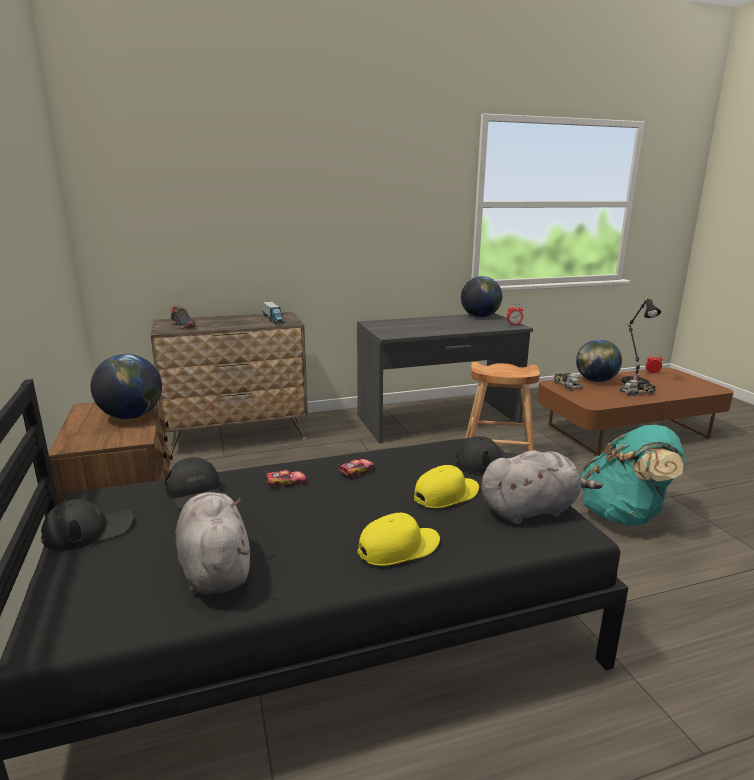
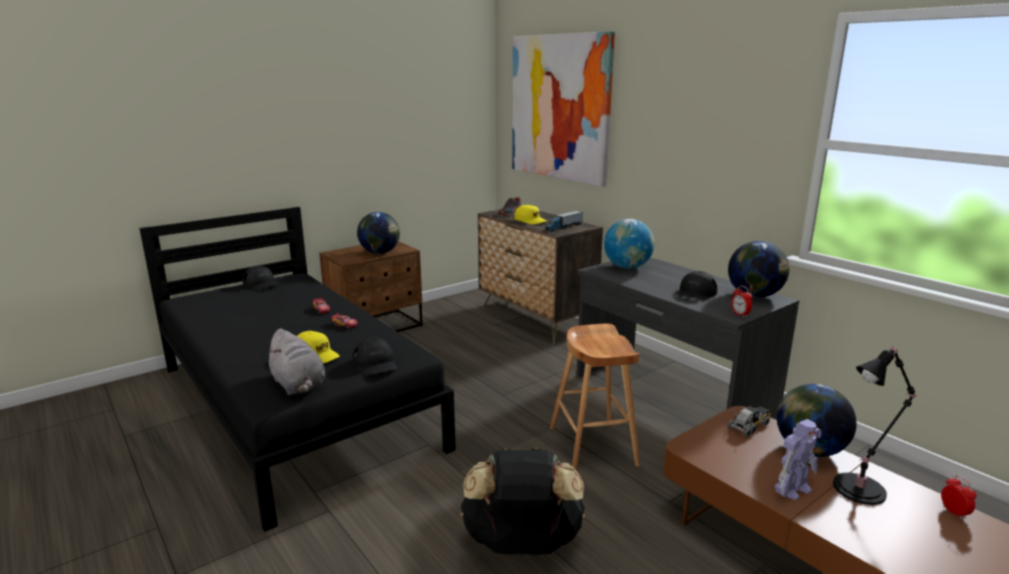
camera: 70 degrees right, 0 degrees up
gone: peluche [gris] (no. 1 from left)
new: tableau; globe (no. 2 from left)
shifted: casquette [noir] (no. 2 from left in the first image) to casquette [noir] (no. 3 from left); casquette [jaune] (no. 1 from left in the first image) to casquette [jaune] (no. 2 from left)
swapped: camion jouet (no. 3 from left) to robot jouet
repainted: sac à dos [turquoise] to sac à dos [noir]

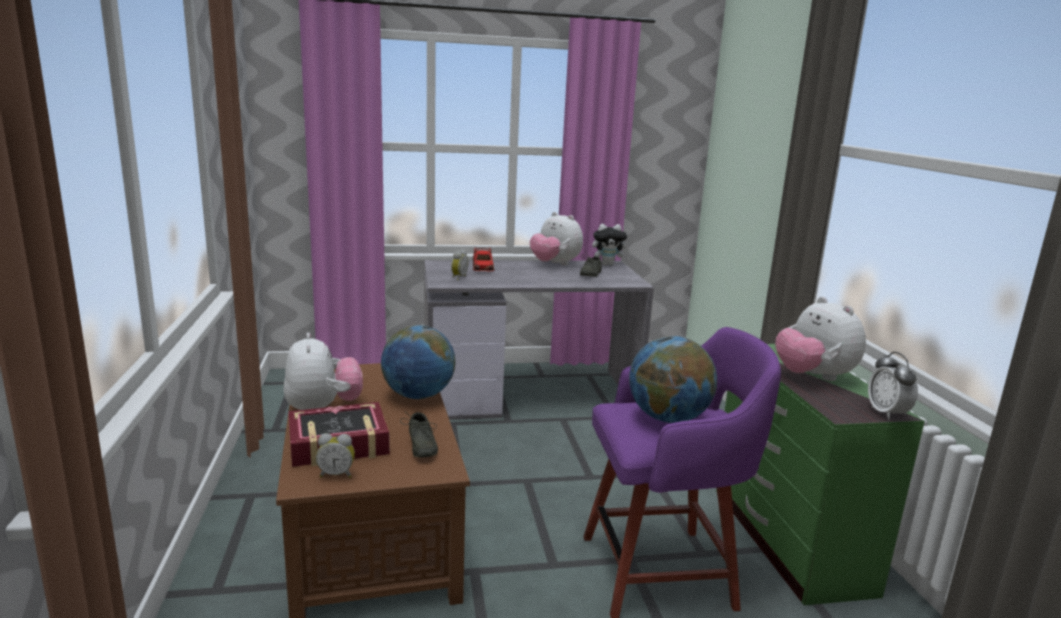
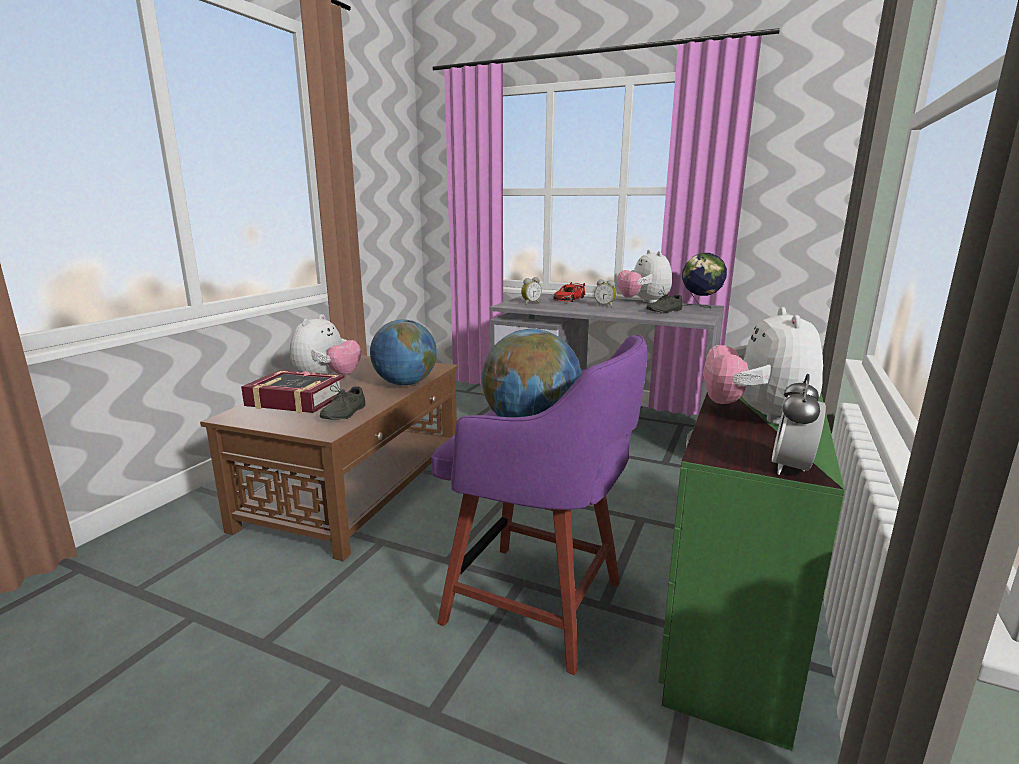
camera: 35 degrees right, 0 degrees up
shifted: réveil (no. 1 from left in the first image) to réveil (no. 2 from left)
swapped: peluche (no. 3 from left) to globe (no. 3 from left)

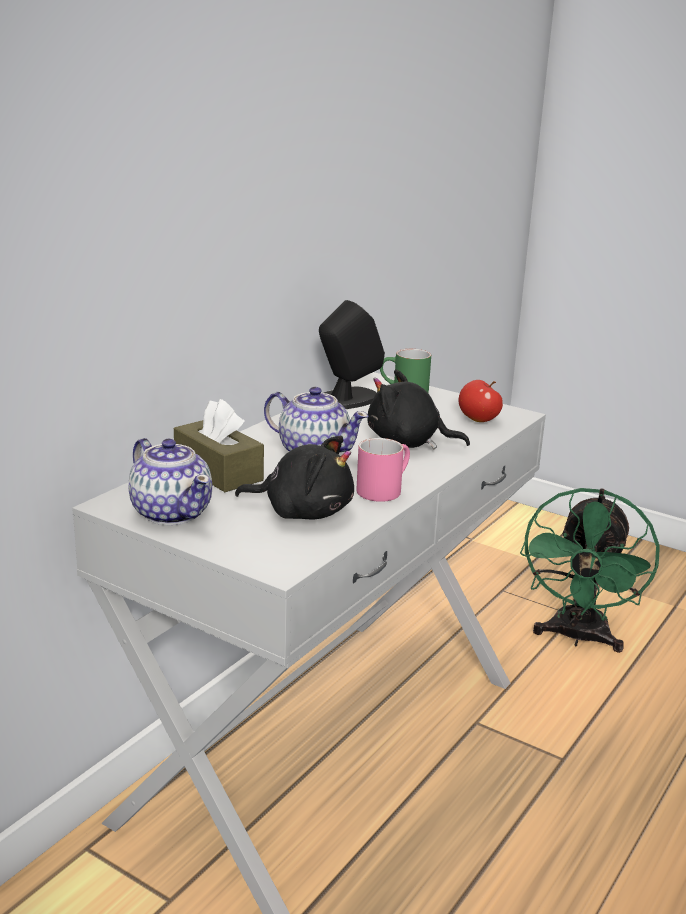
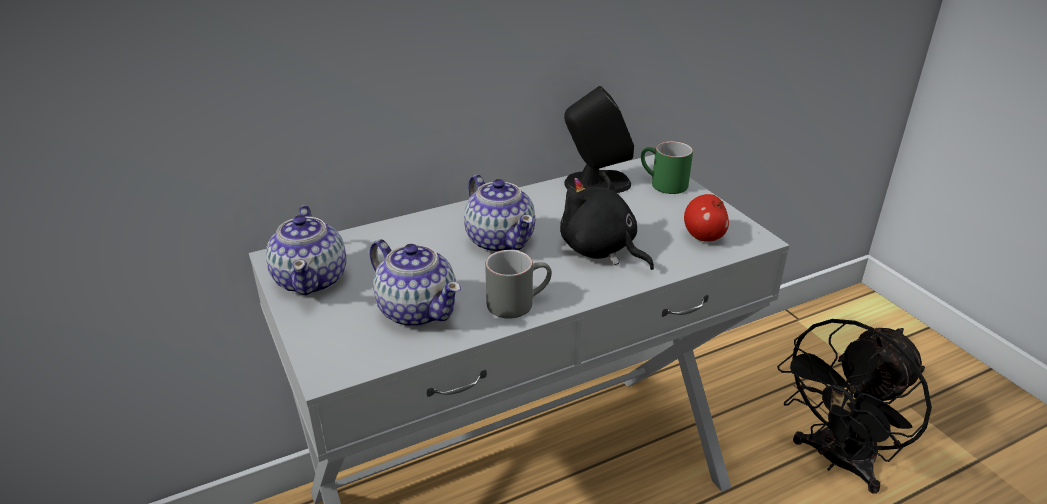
camera: 30 degrees right, 10 degrees up
gone: boîte à mouchoirs [marron]
swapped: peluche [noir] (no. 1 from left) to théière (no. 2 from left)
repainted: mug [rose] to mug [gris]; ventilateur [vert] to ventilateur [noir]

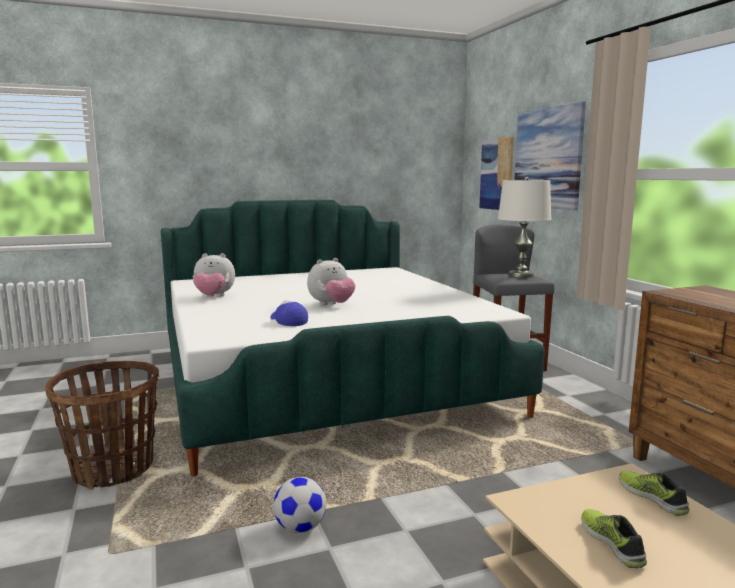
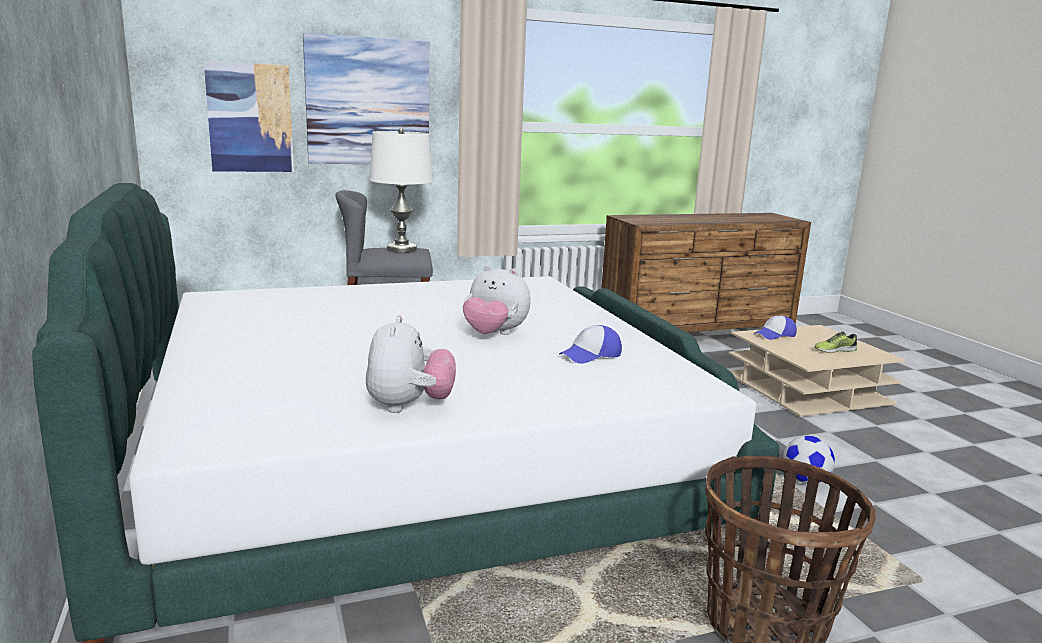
camera: 90 degrees left, 5 degrees up
swapped: chaussure (no. 2 from left) to casquette (no. 2 from left)
rotated: peluche (no. 2 from left) 150 degrees clockwise

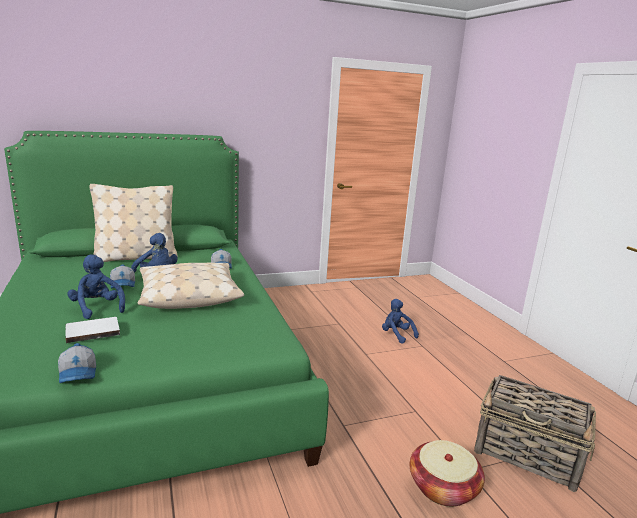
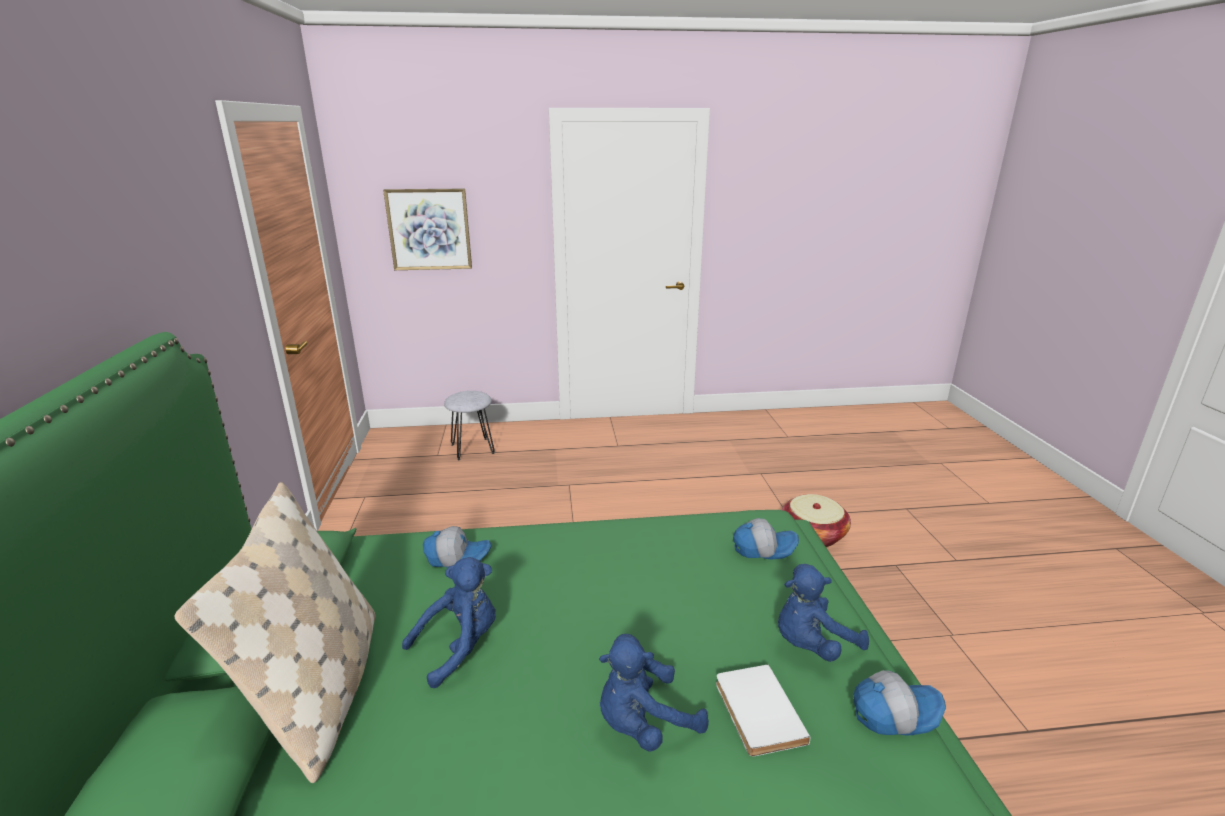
camera: 75 degrees left, 5 degrees up
gone: coussin [beige] (no. 2 from left); panier (no. 2 from left)
new: tableau; tabouret [gris]
shifted: casquette (no. 2 from left); peluche [bleu] (no. 3 from left)

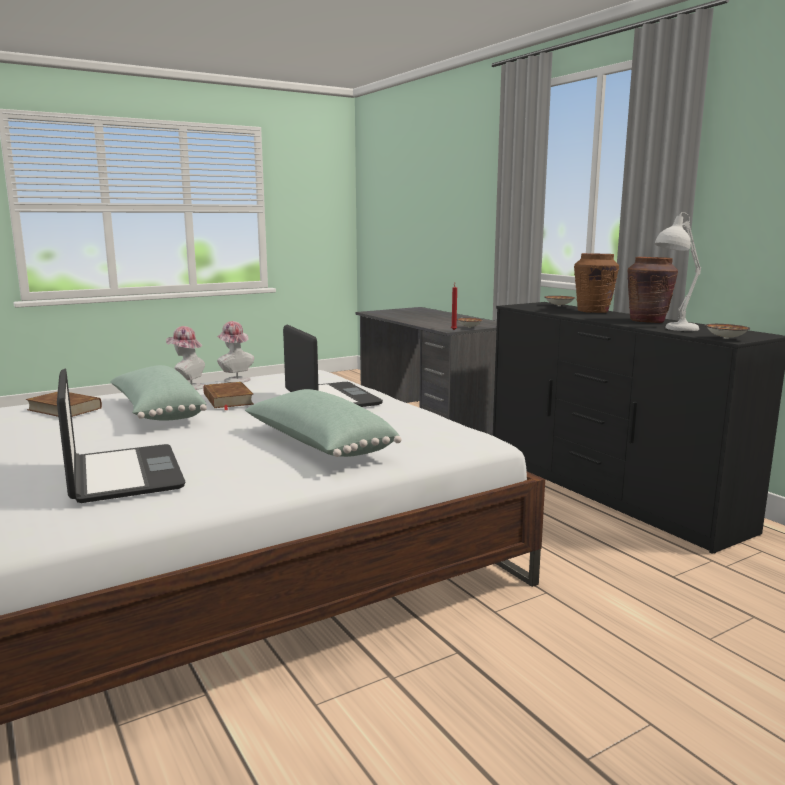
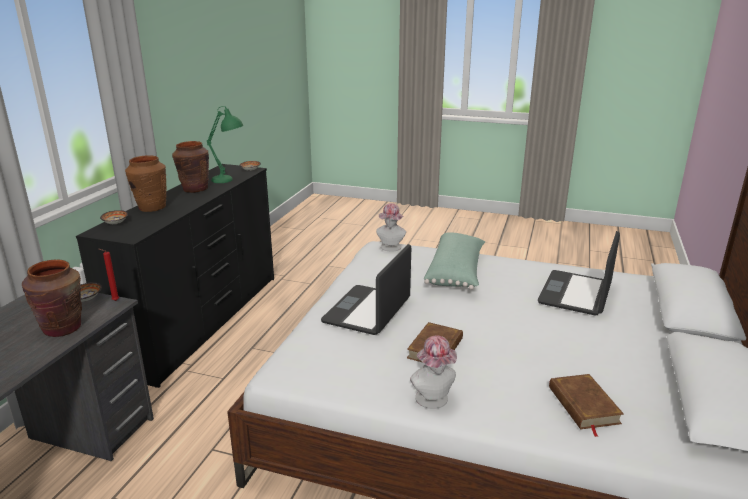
camera: 130 degrees left, 10 degrees up
gone: coussin [vert] (no. 1 from left)
new: vase [marron] (no. 1 from left)
shifted: chapeau (no. 2 from left in the first image) to chapeau (no. 1 from left)
repainted: lampe de table [blanc] to lampe de table [vert]

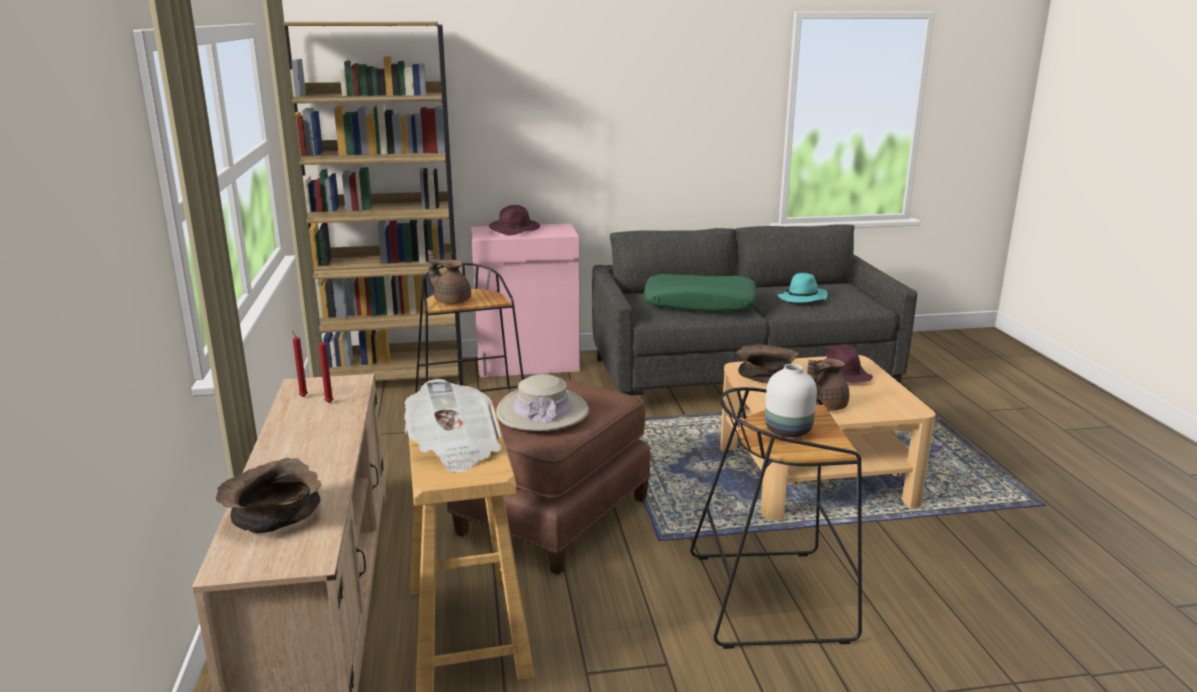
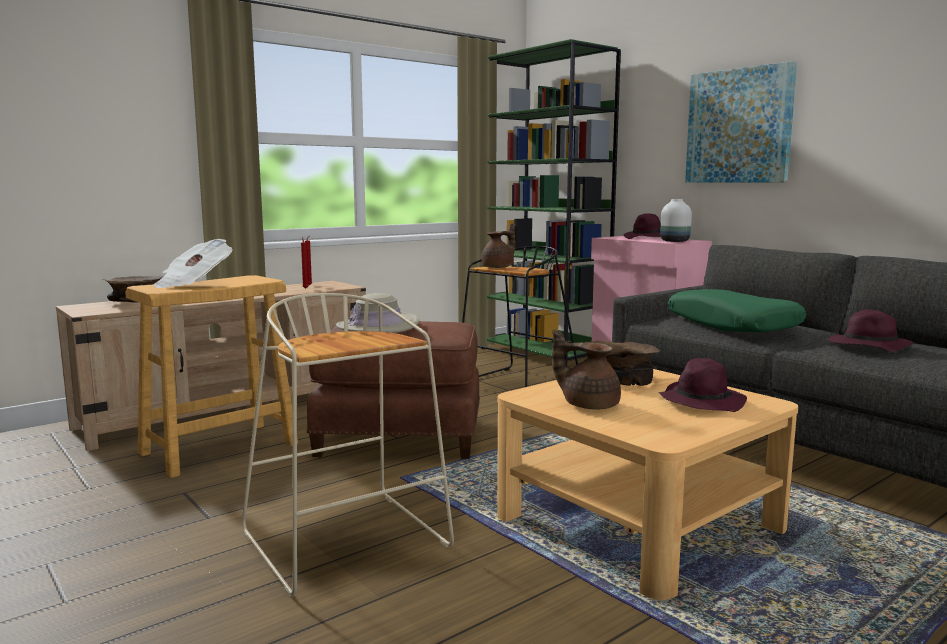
camera: 60 degrees right, 10 degrees down
new: tableau
shifted: vase [blanc]
repainted: bibliothèque [marron] to bibliothèque [vert]; chapeau [turquoise] to chapeau [violet] (no. 3 from left); tabouret [noir] (no. 2 from left) to tabouret [beige] (no. 2 from left)
rotated: théière [marron] (no. 1 from left) 45 degrees clockwise

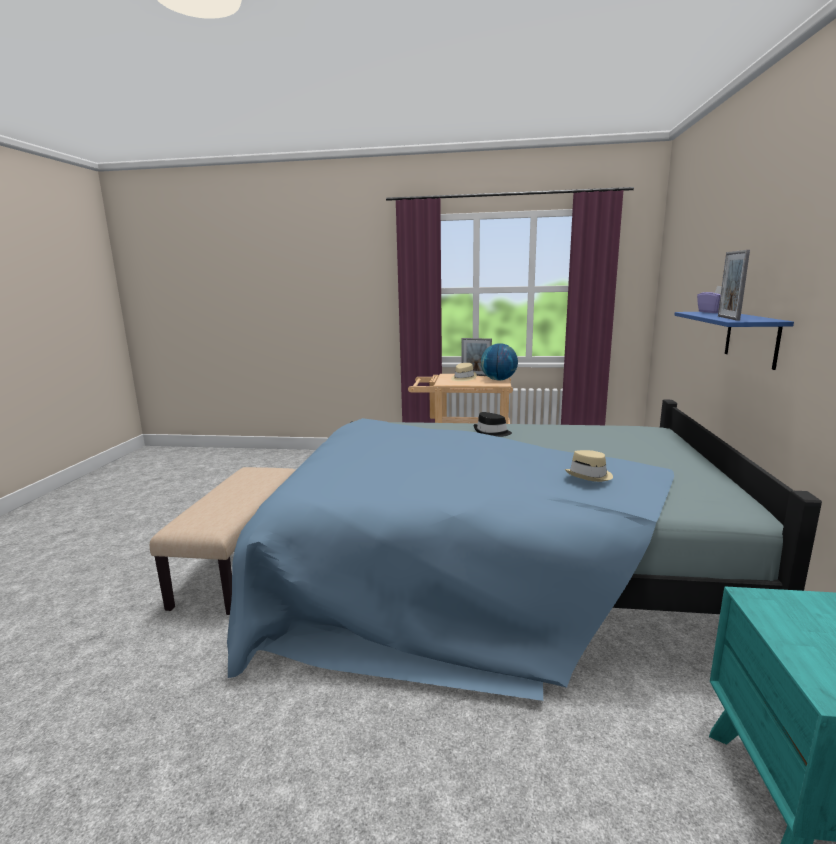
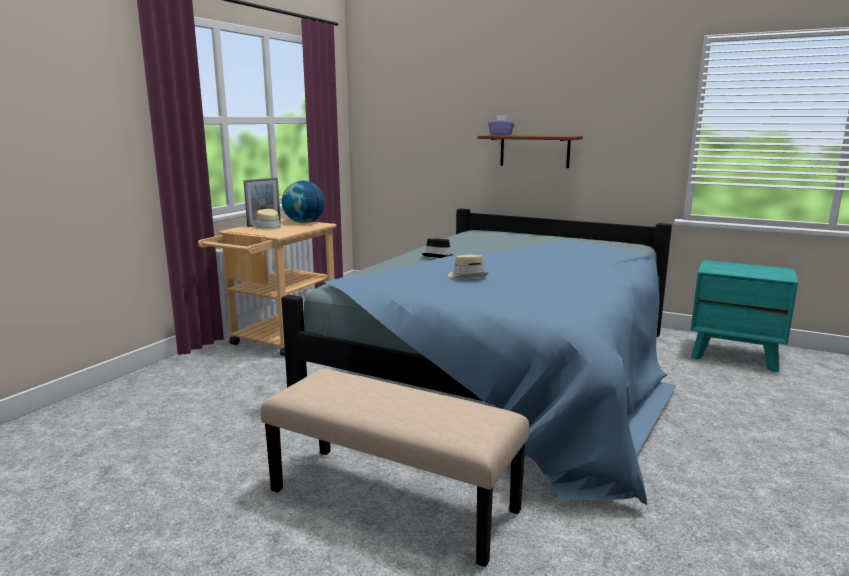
camera: 70 degrees left, 0 degrees up
gone: cadre photo (no. 2 from left)
shifted: chapeau [beige] (no. 2 from left)
repainted: étagère [bleu] to étagère [marron]

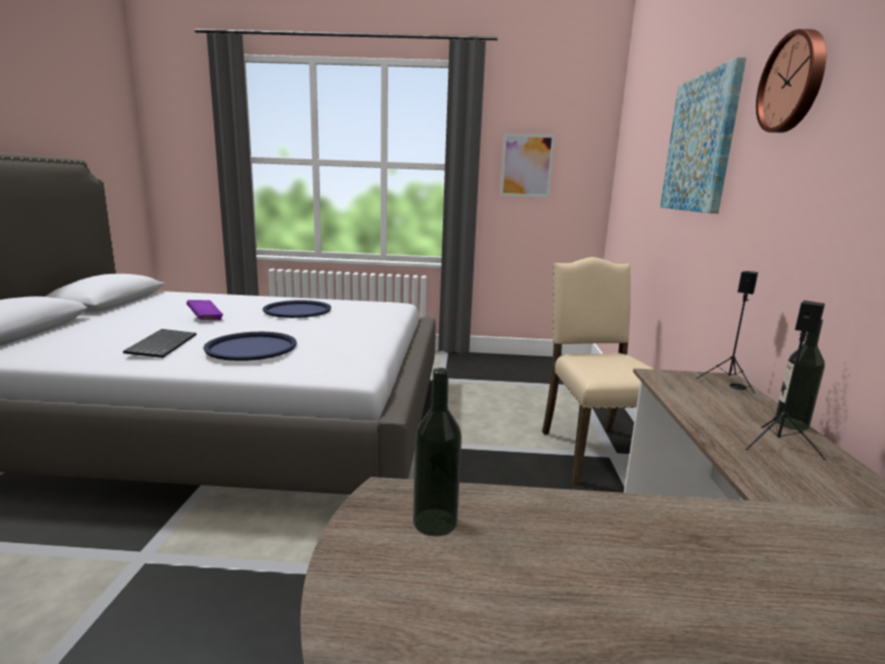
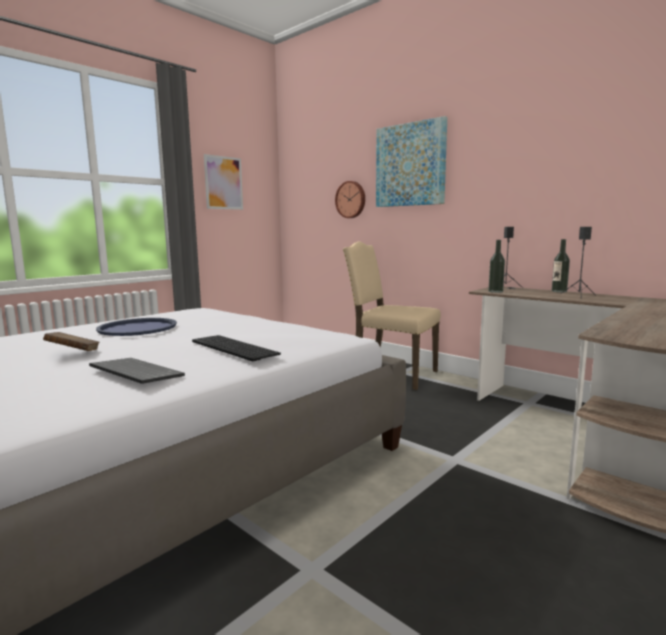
camera: 50 degrees left, 5 degrees down
shifted: horloge murale; bouteille (no. 1 from left)
swapped: plateau [bleu] (no. 1 from left) to clavier (no. 2 from left)
repainted: livre [violet] to livre [marron]

